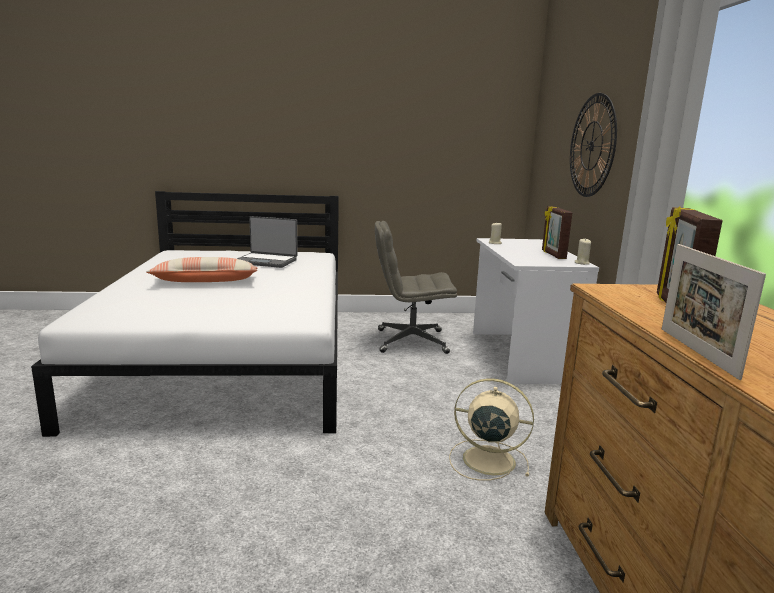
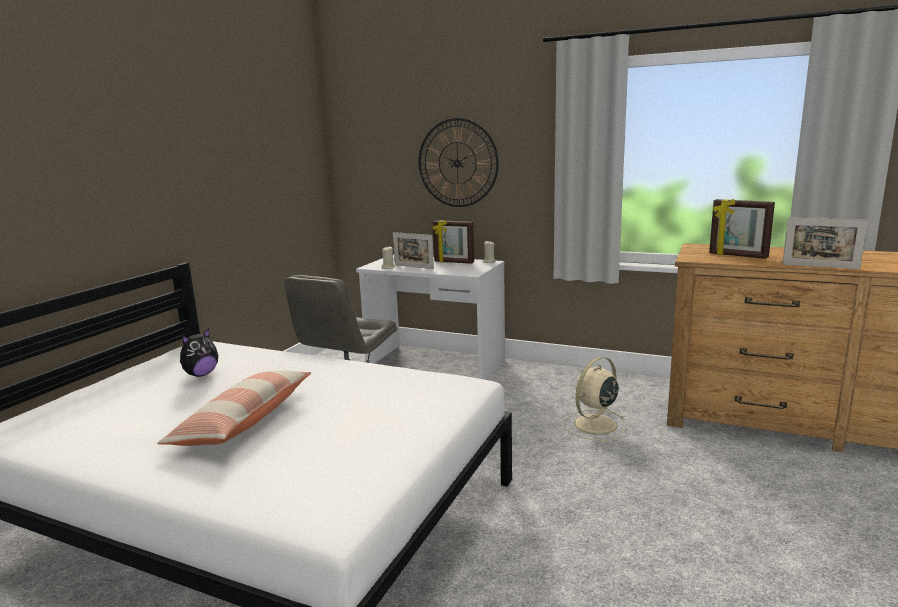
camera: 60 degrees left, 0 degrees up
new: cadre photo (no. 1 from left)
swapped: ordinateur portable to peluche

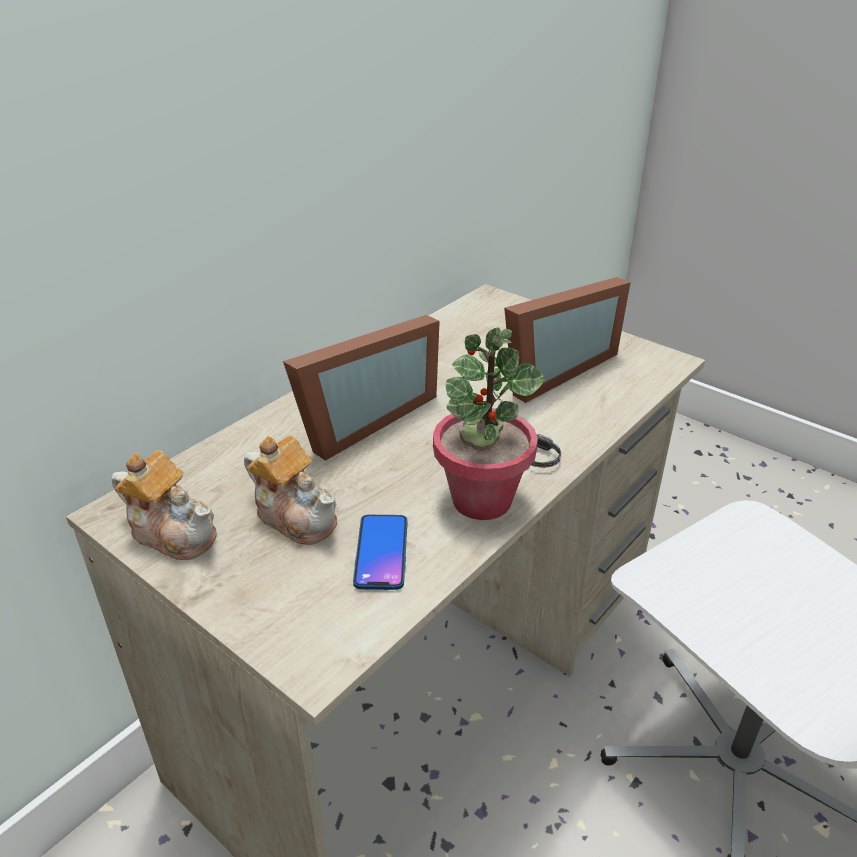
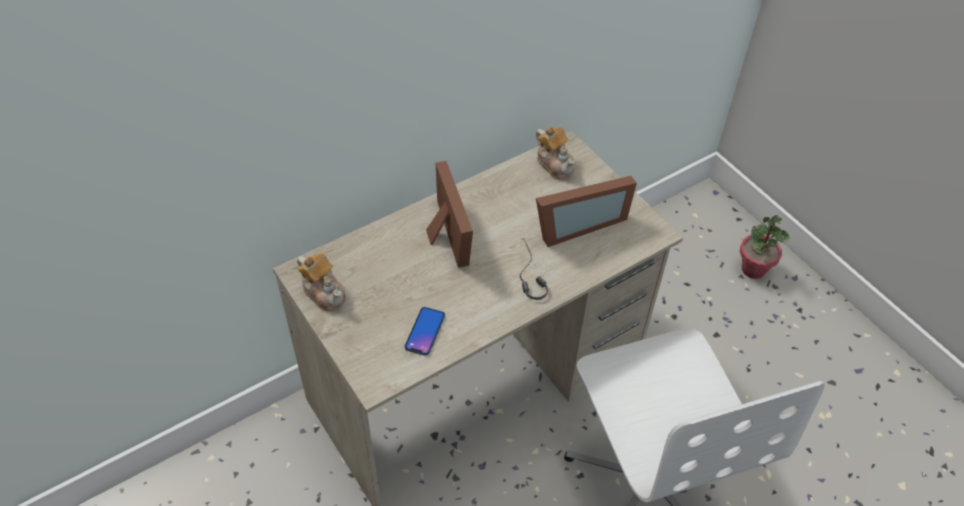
camera: 15 degrees right, 15 degrees up
shifted: plante en pot; théière (no. 2 from left)
rotated: cadre photo (no. 1 from left) 75 degrees counterclockwise

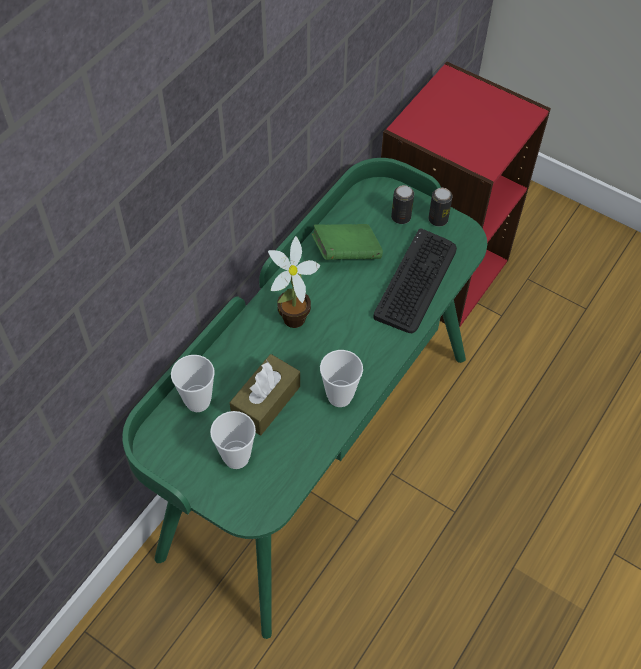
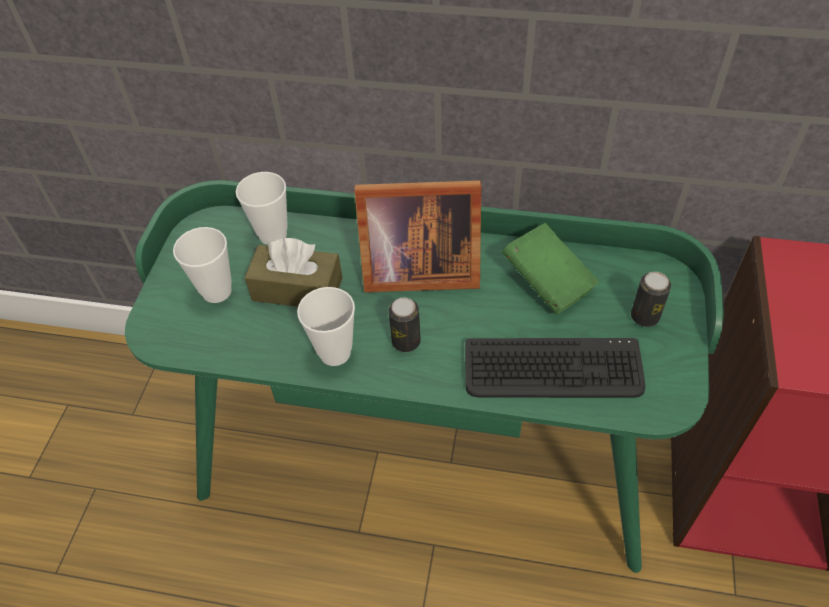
camera: 70 degrees right, 5 degrees down
shifted: boîte métallique (no. 2 from left in the first image) to boîte métallique (no. 1 from left)
swapped: plante en pot to cadre photo

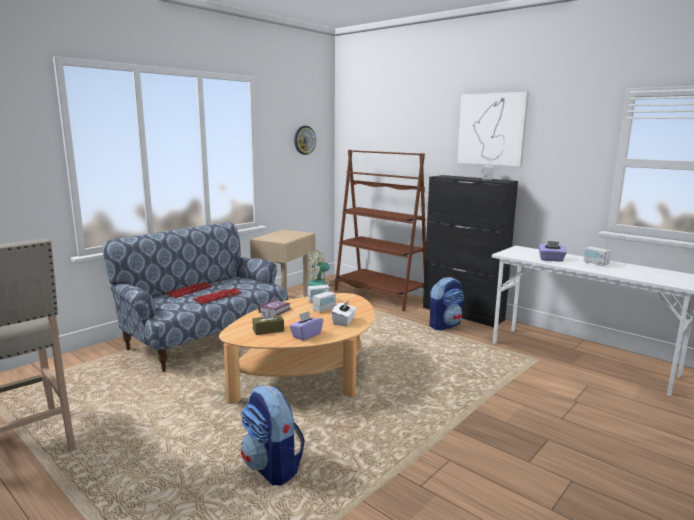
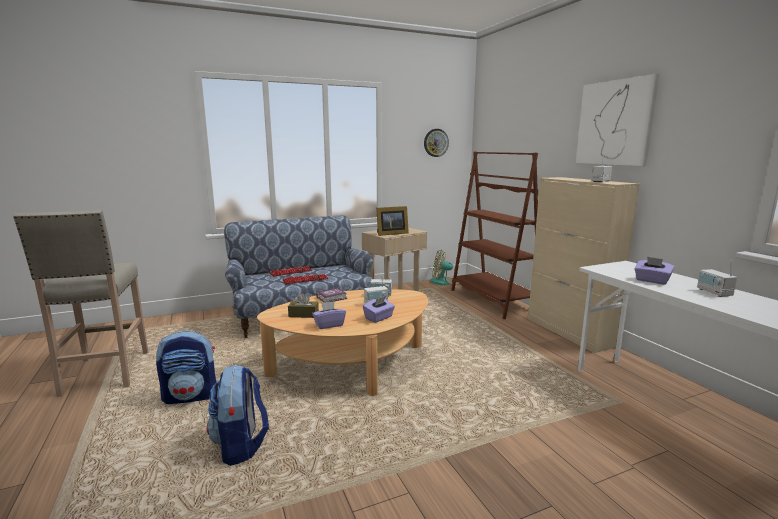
camera: 25 degrees right, 0 degrees up
new: cadre photo
shifted: sac à dos (no. 2 from left in the first image) to sac à dos (no. 1 from left)
repainted: meuble de rangement [noir] to meuble de rangement [beige]; boîte à mouchoirs [blanc] to boîte à mouchoirs [violet] (no. 2 from left)

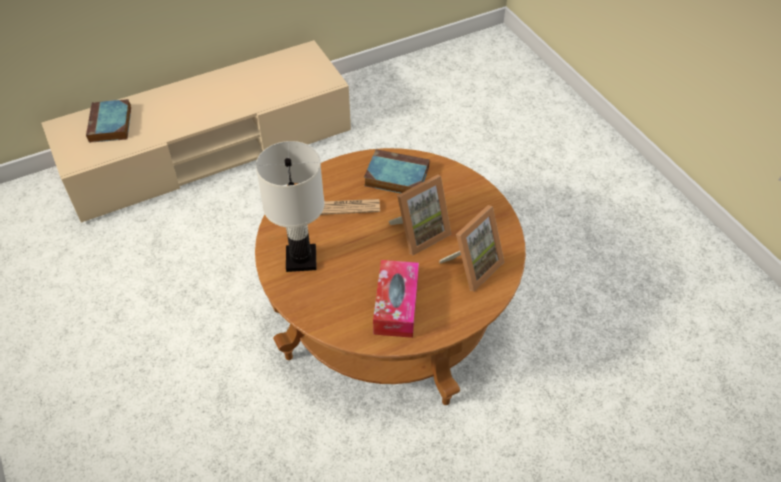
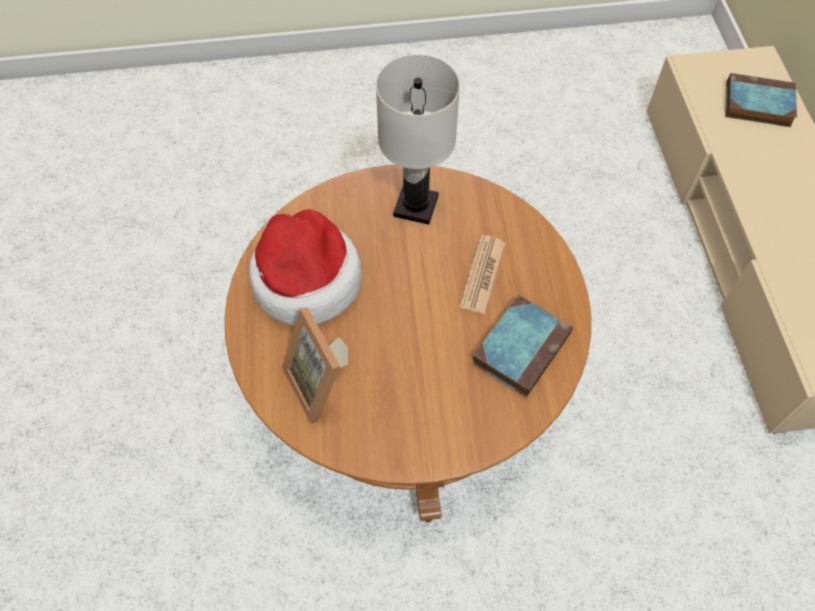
camera: 110 degrees right, 10 degrees up
gone: cadre photo (no. 1 from left)
swapped: boîte à mouchoirs to chapeau

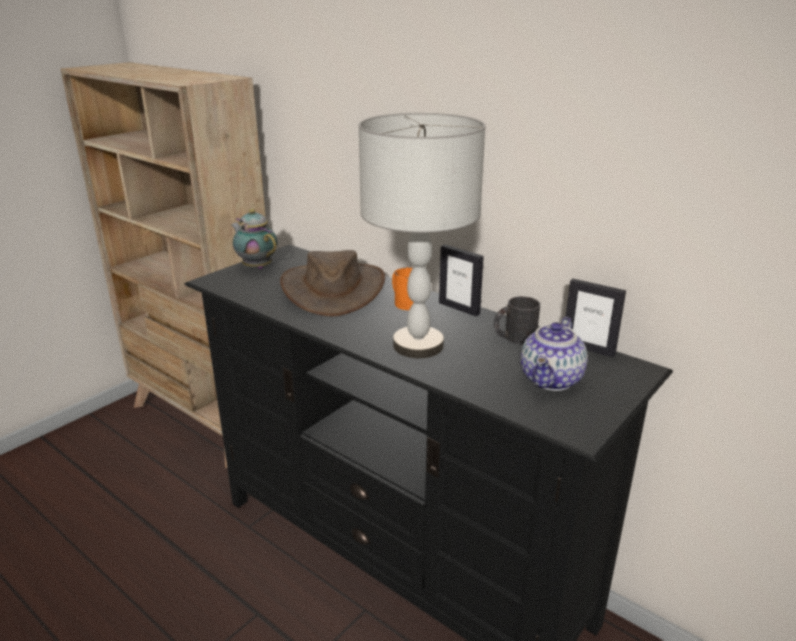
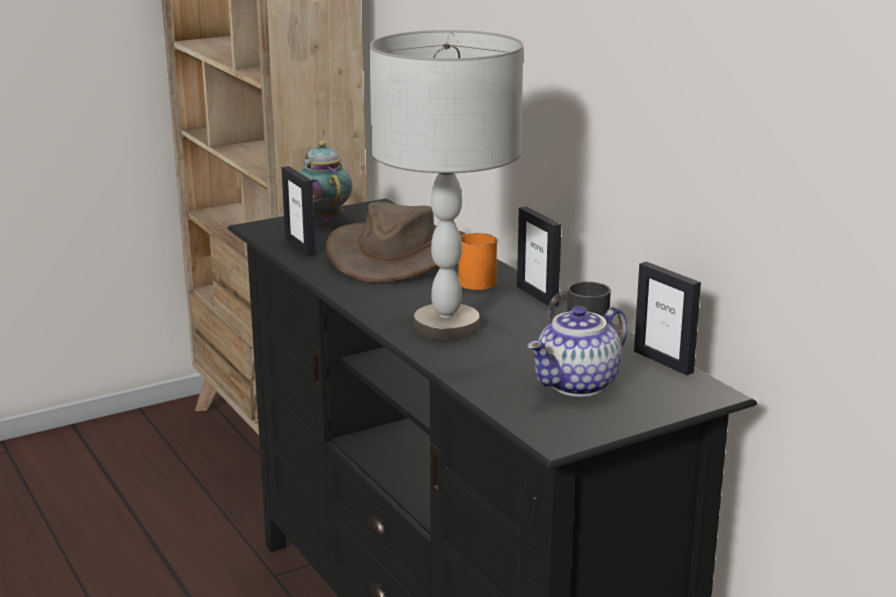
camera: 20 degrees right, 5 degrees down
new: cadre photo (no. 1 from left)

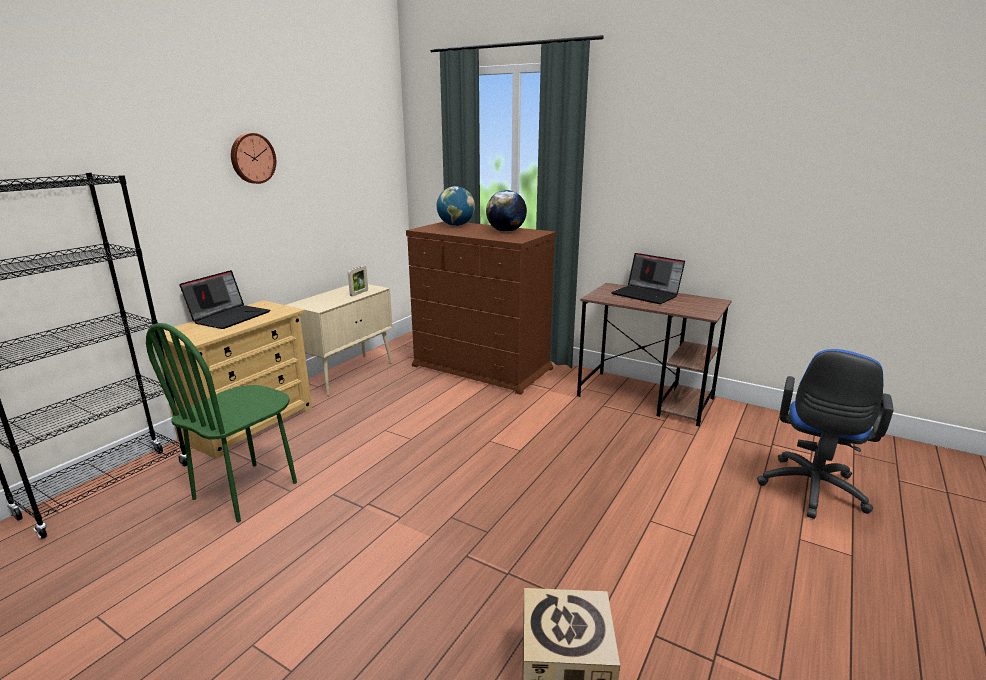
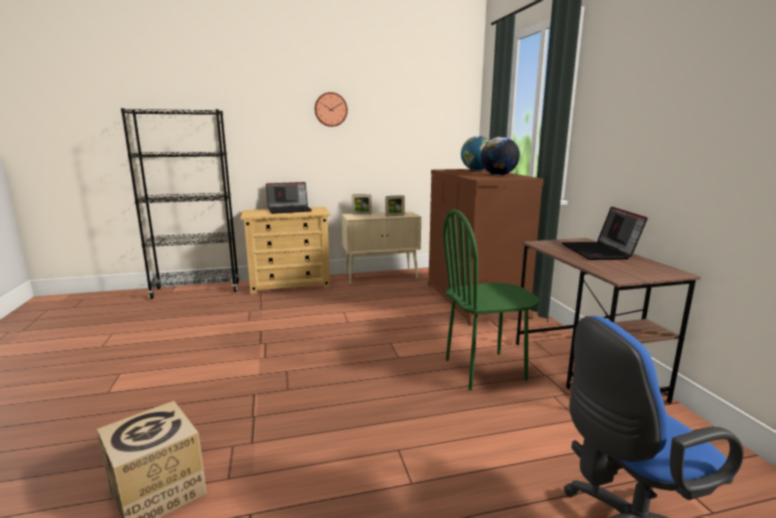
camera: 45 degrees right, 5 degrees down
new: cadre photo (no. 1 from left)
shifted: chaise [vert]

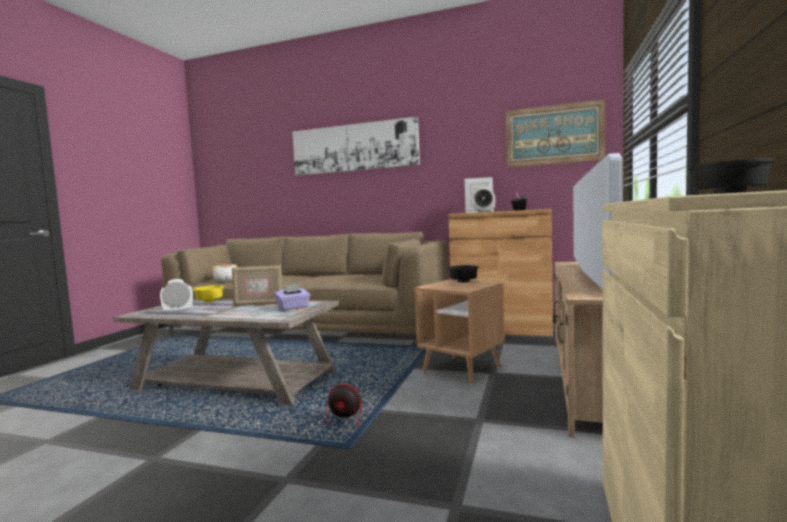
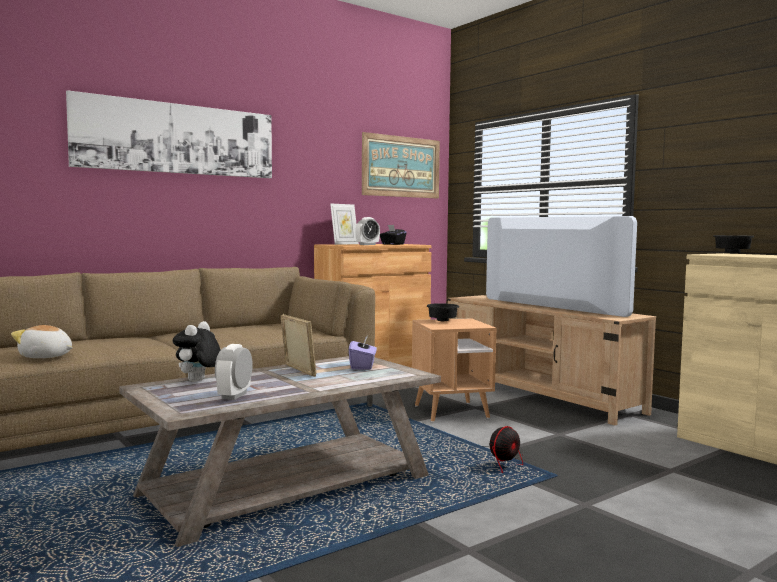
camera: 55 degrees left, 0 degrees up
swapped: bol [jaune] to peluche (no. 2 from left)
rotated: cadre photo (no. 1 from left) 60 degrees counterclockwise

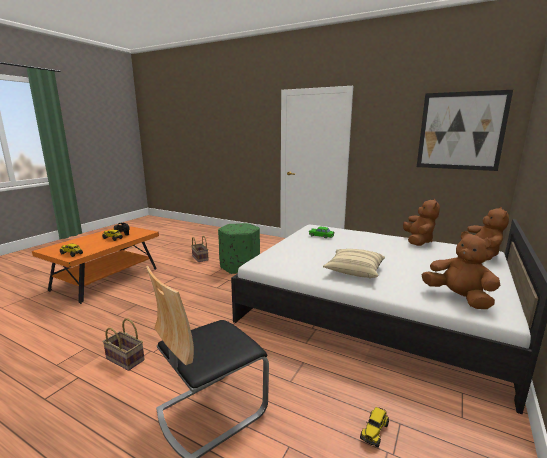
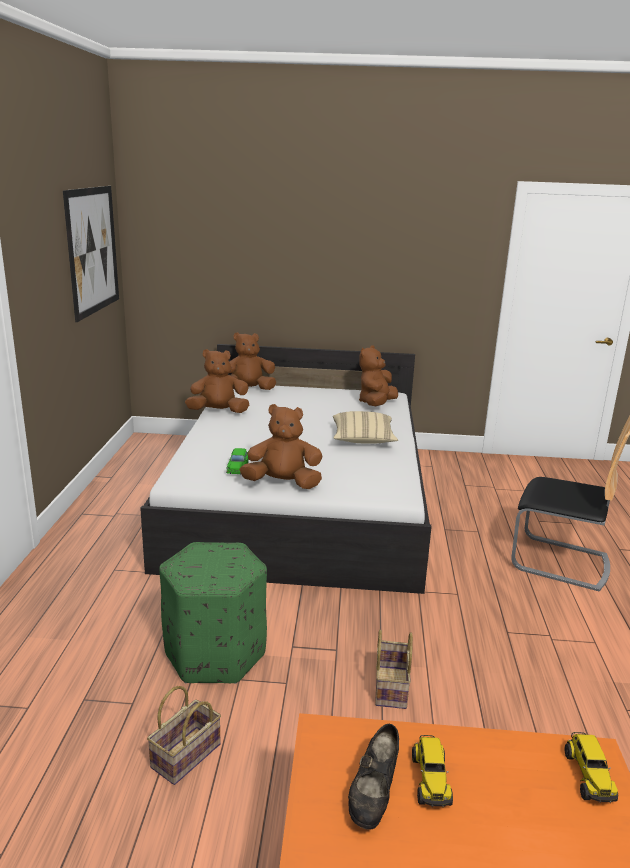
camera: 115 degrees left, 5 degrees up
gone: camion jouet (no. 3 from left)
new: peluche [marron] (no. 3 from left)
shifted: panier (no. 1 from left in the first image) to panier (no. 2 from left)

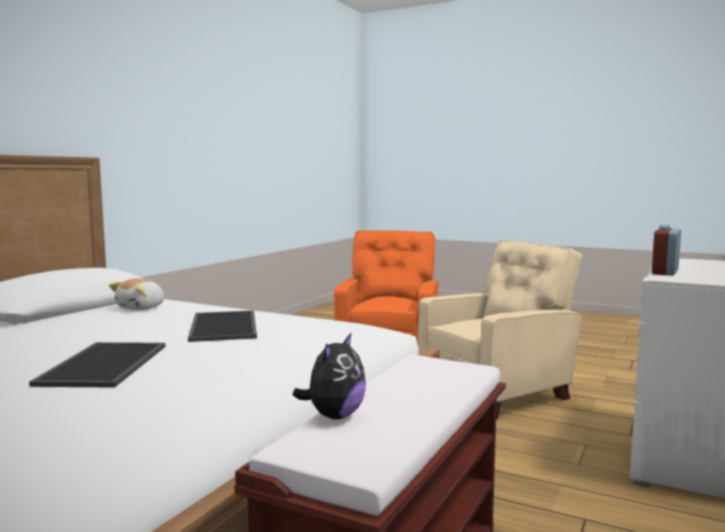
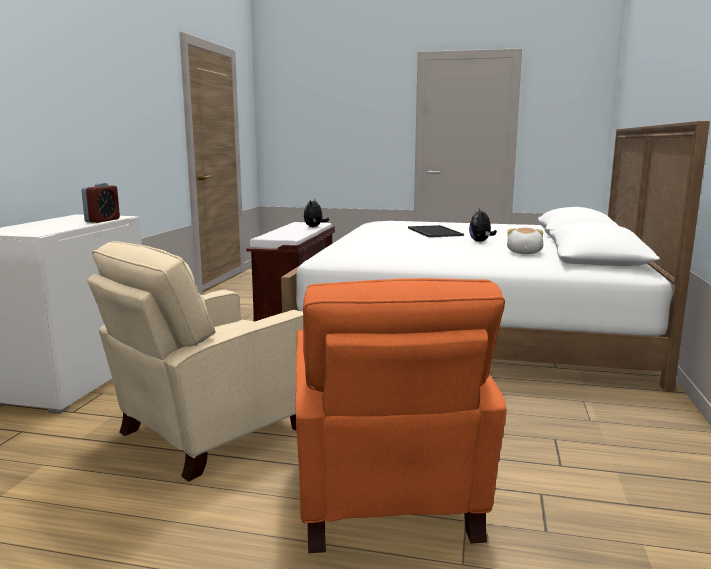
camera: 165 degrees right, 5 degrees up
gone: plateau (no. 2 from left)
new: peluche (no. 2 from left)

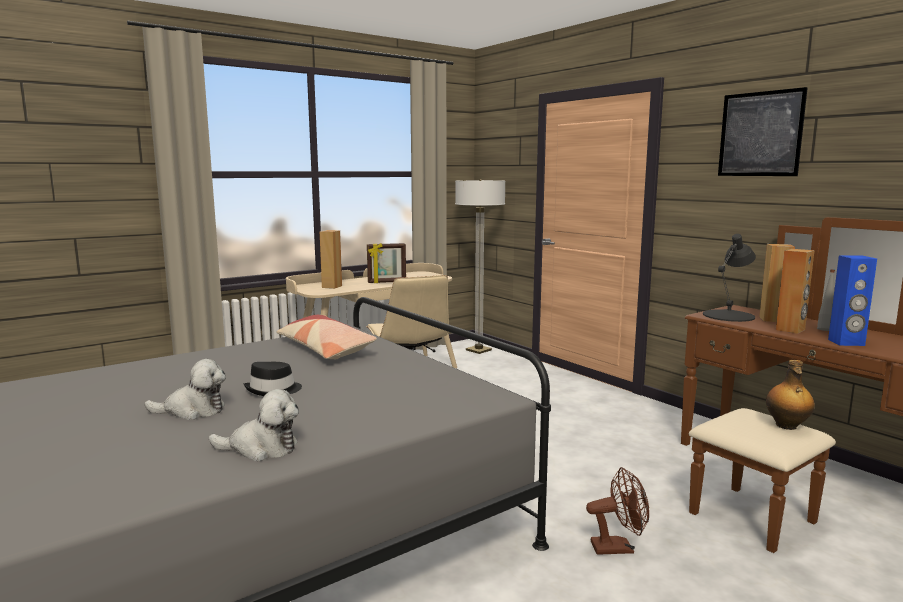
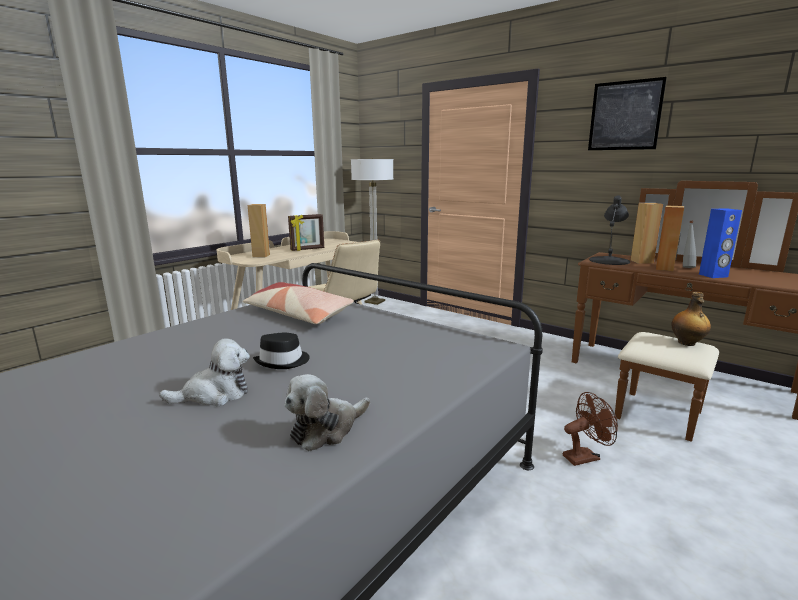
camera: 15 degrees left, 5 degrees up
rotated: peluche (no. 2 from left) 150 degrees clockwise

